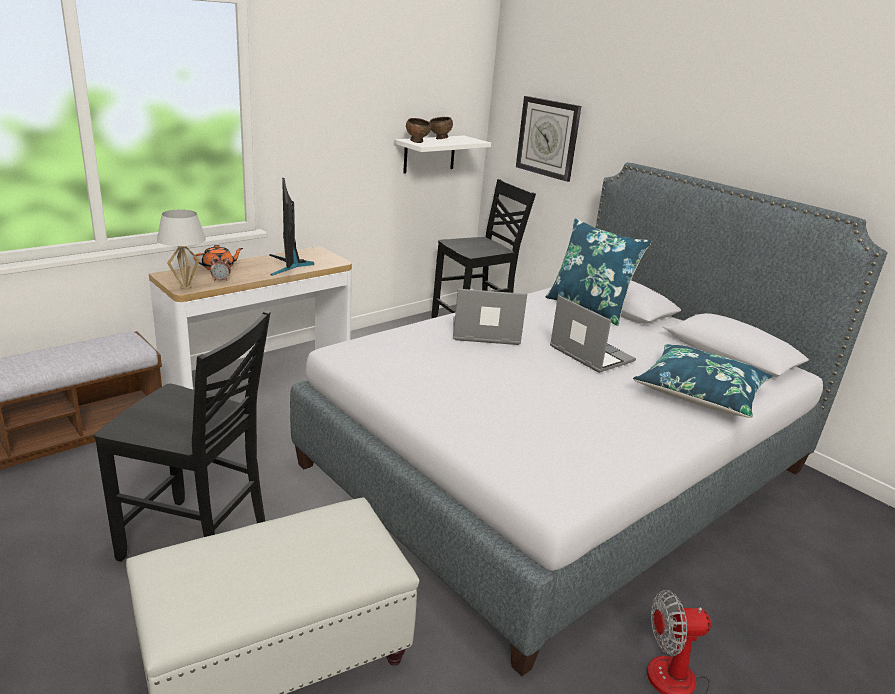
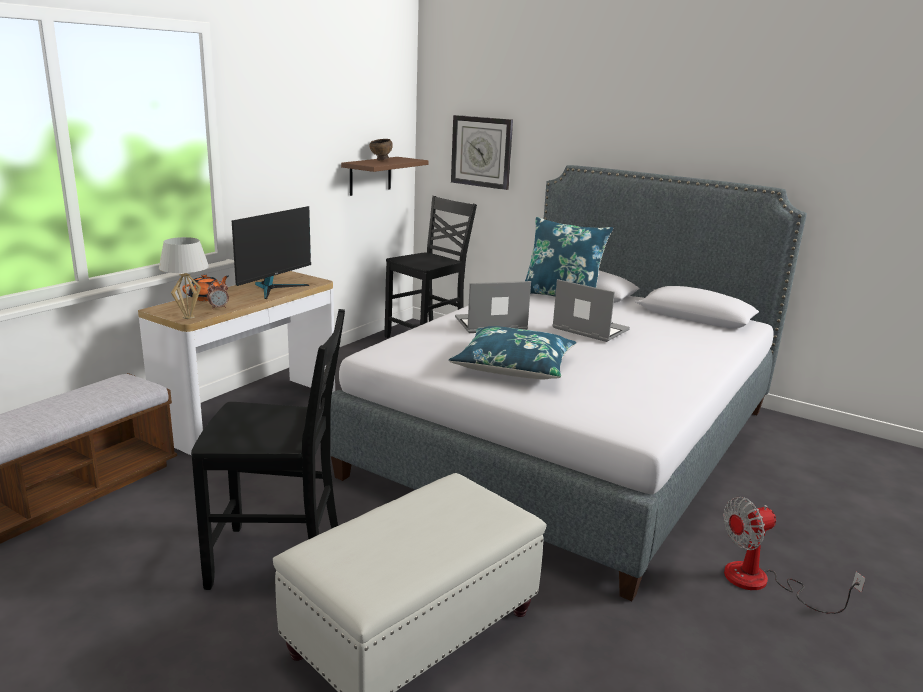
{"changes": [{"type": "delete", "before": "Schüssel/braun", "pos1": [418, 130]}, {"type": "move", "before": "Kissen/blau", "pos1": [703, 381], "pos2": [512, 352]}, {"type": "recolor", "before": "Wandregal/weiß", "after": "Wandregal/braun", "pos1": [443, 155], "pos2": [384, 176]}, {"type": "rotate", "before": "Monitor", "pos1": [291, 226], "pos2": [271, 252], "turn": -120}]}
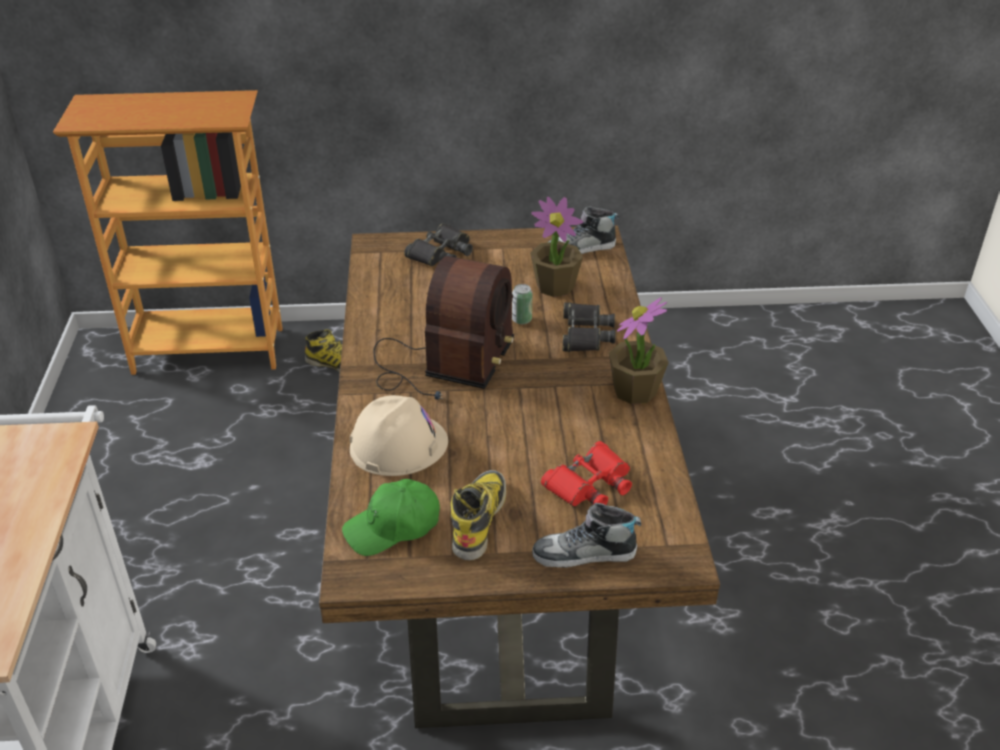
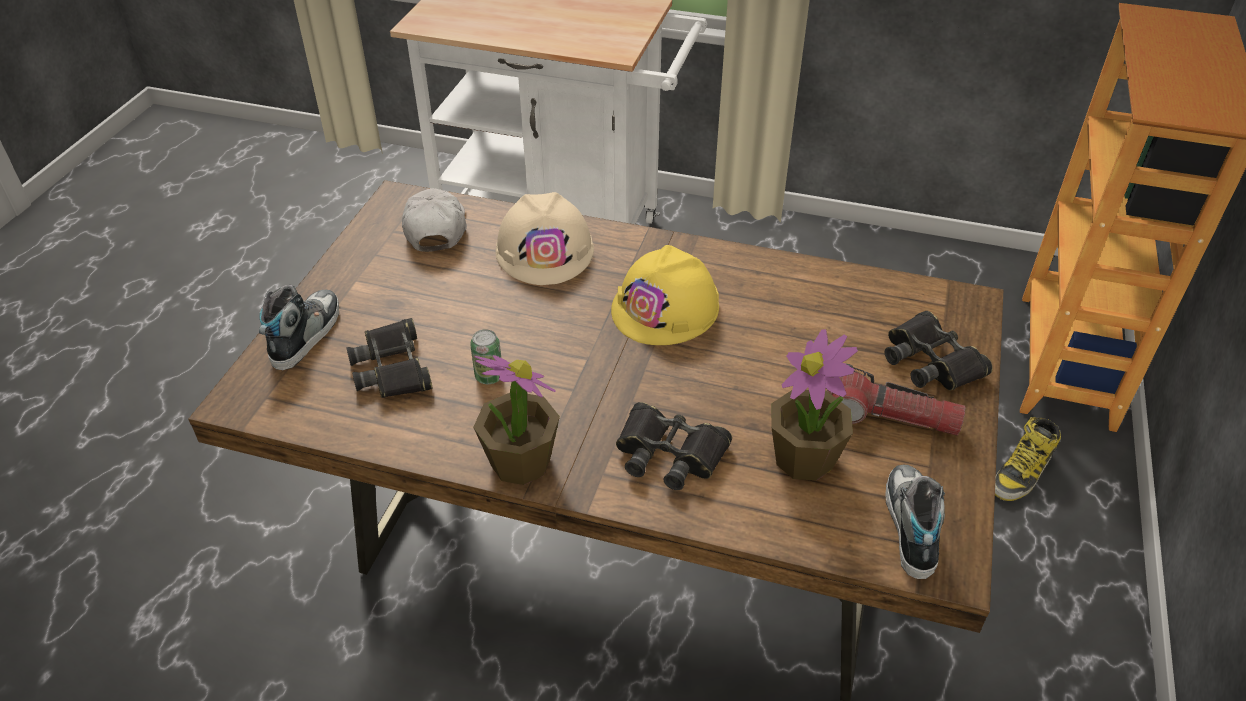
{"changes": [{"type": "delete", "before": "Stiefel", "pos1": [478, 515]}, {"type": "insert", "after": "Taschenlampe", "pos2": [896, 400]}, {"type": "move", "before": "Dose", "pos1": [522, 304], "pos2": [485, 356]}, {"type": "replace", "before": "Radio", "after": "Schutzhelm/gelb", "pos1": [443, 328], "pos2": [665, 295]}, {"type": "recolor", "before": "Kappe/grün", "after": "Kappe/weiß", "pos1": [391, 517], "pos2": [434, 220]}, {"type": "recolor", "before": "Fernglas/rot", "after": "Fernglas/schwarz", "pos1": [586, 474], "pos2": [389, 358]}]}
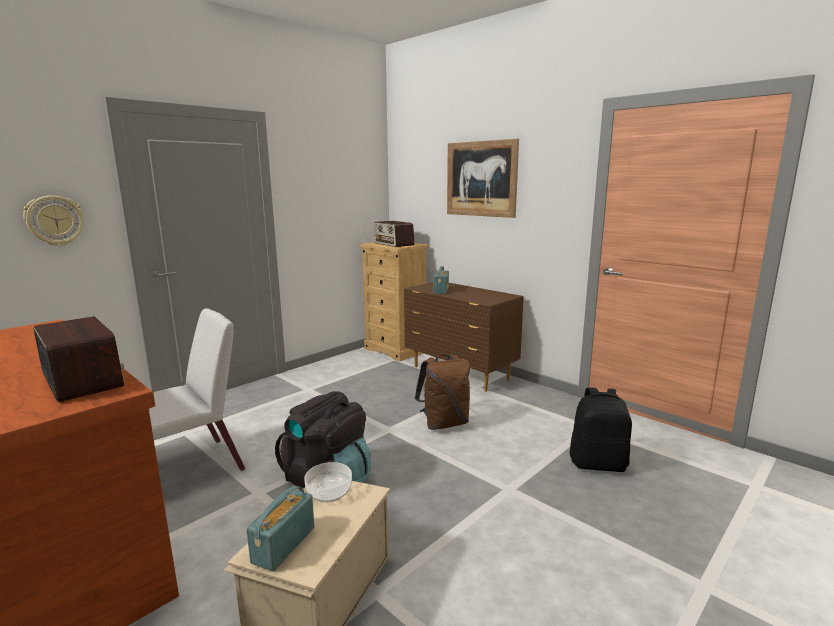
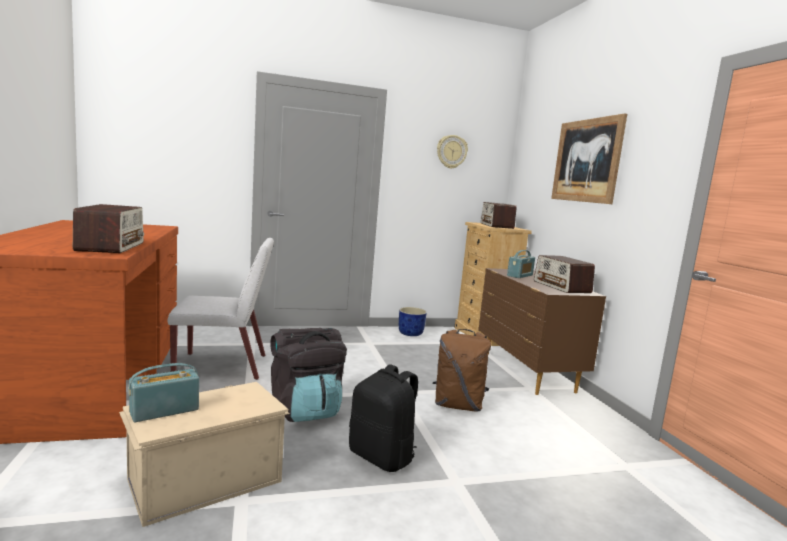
{"changes": [{"type": "delete", "before": "Schüssel", "pos1": [328, 482]}, {"type": "insert", "after": "Pflanzkübel/blau", "pos2": [413, 321]}, {"type": "insert", "after": "Radio", "pos2": [564, 274]}, {"type": "move", "before": "Wanduhr", "pos1": [53, 220], "pos2": [452, 152]}, {"type": "move", "before": "Rucksack/schwarz", "pos1": [601, 429], "pos2": [383, 418]}]}
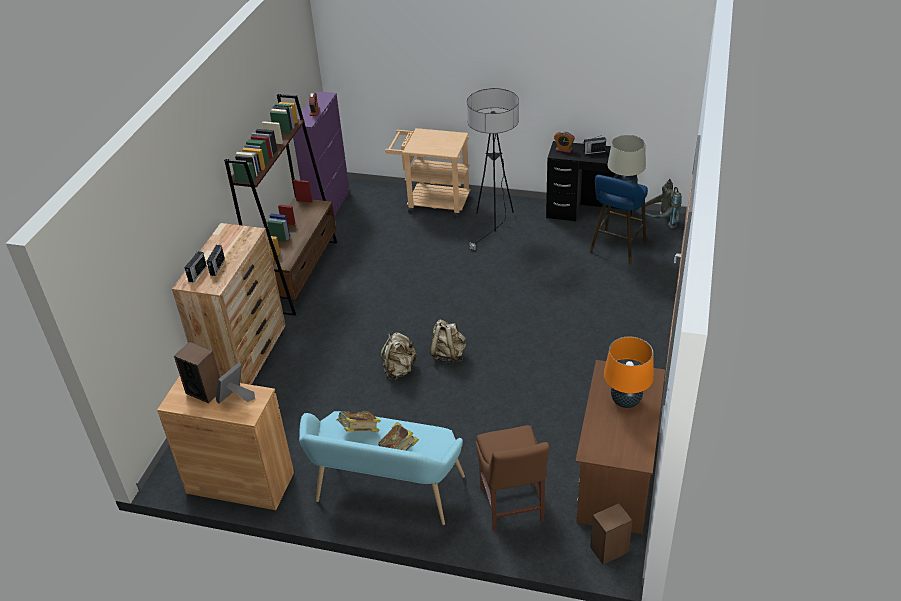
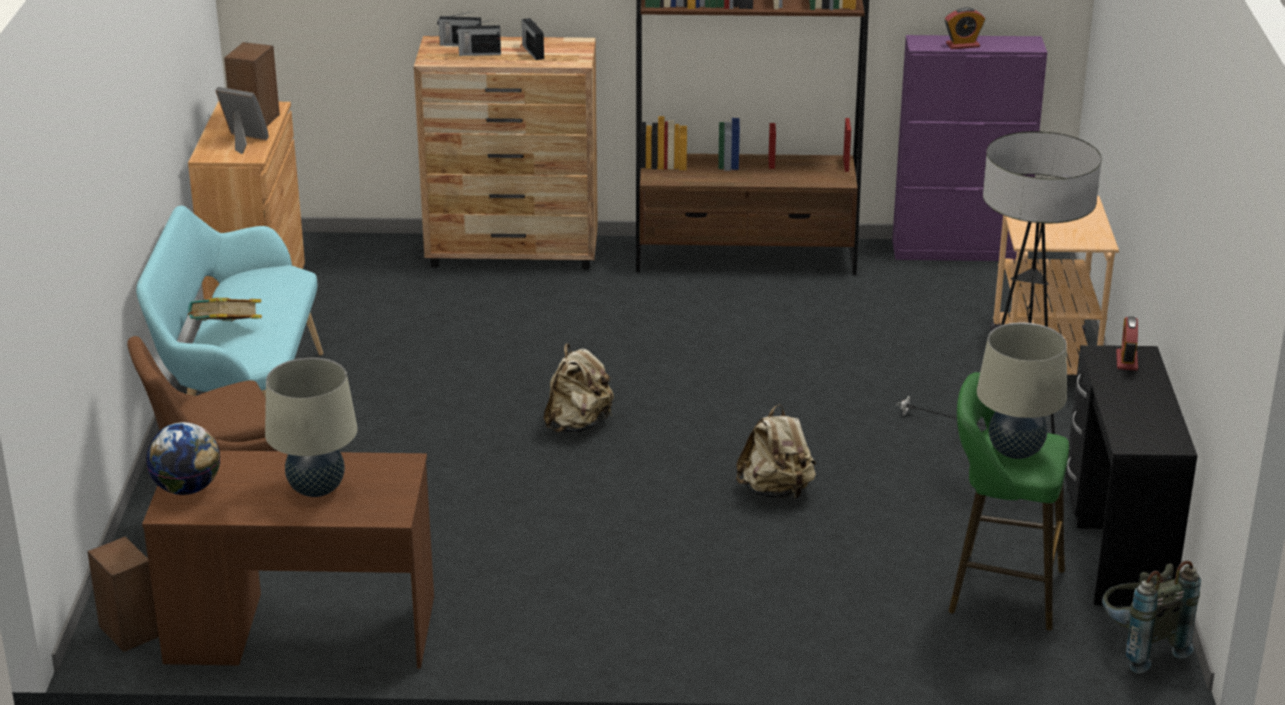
{"changes": [{"type": "delete", "before": "Buch", "pos1": [359, 421]}, {"type": "insert", "after": "Globus", "pos2": [183, 458]}, {"type": "move", "before": "Rucksack/beige", "pos1": [399, 356], "pos2": [776, 451]}, {"type": "move", "before": "Radio", "pos1": [594, 145], "pos2": [533, 39]}, {"type": "recolor", "before": "Hocker/blau", "after": "Hocker/grün", "pos1": [618, 219], "pos2": [1008, 501]}, {"type": "recolor", "before": "Tischlampe/orange", "after": "Tischlampe/beige", "pos1": [629, 372], "pos2": [311, 427]}]}
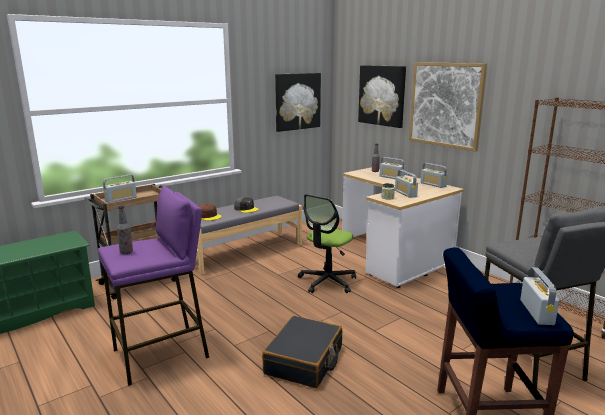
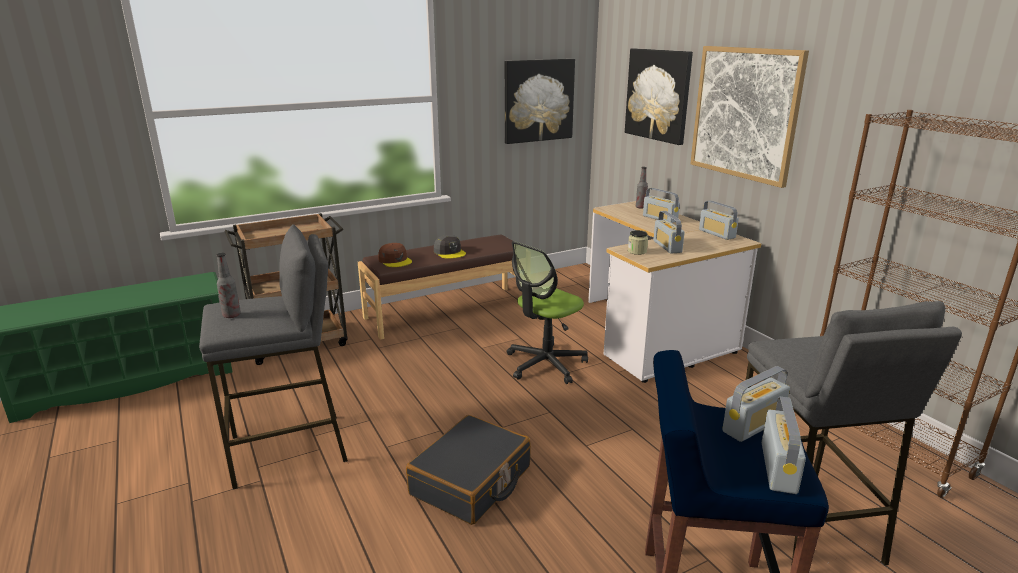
{"changes": [{"type": "move", "before": "Radio", "pos1": [120, 189], "pos2": [756, 404]}, {"type": "recolor", "before": "Hocker/lila", "after": "Hocker/grau", "pos1": [154, 285], "pos2": [273, 356]}, {"type": "recolor", "before": "Bank/grau", "after": "Bank/braun", "pos1": [249, 235], "pos2": [437, 287]}]}
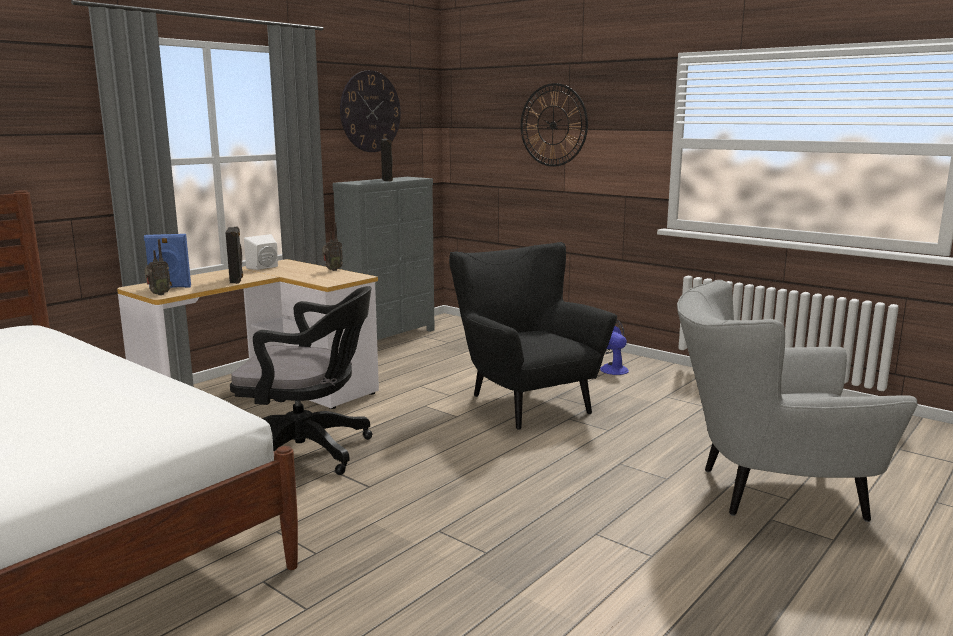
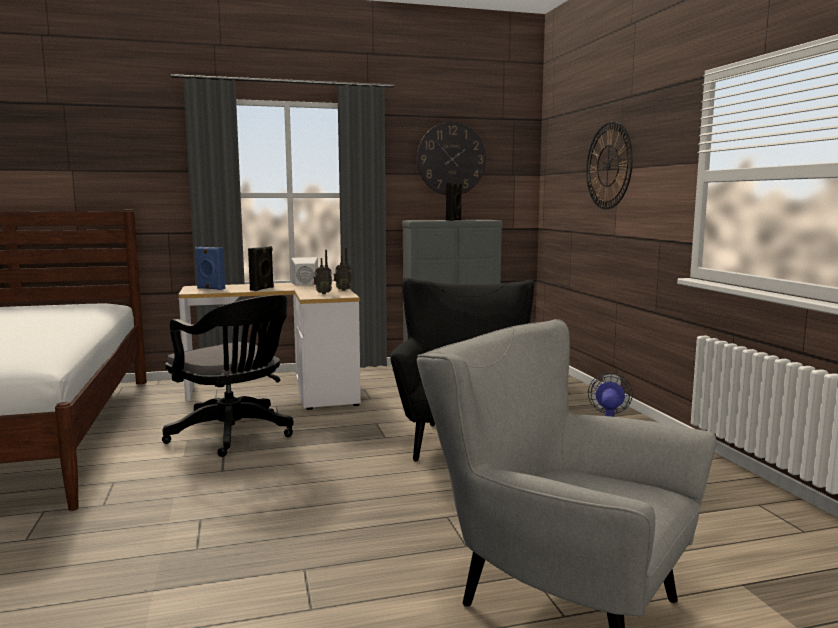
{"changes": [{"type": "move", "before": "Radio", "pos1": [157, 267], "pos2": [322, 272]}]}
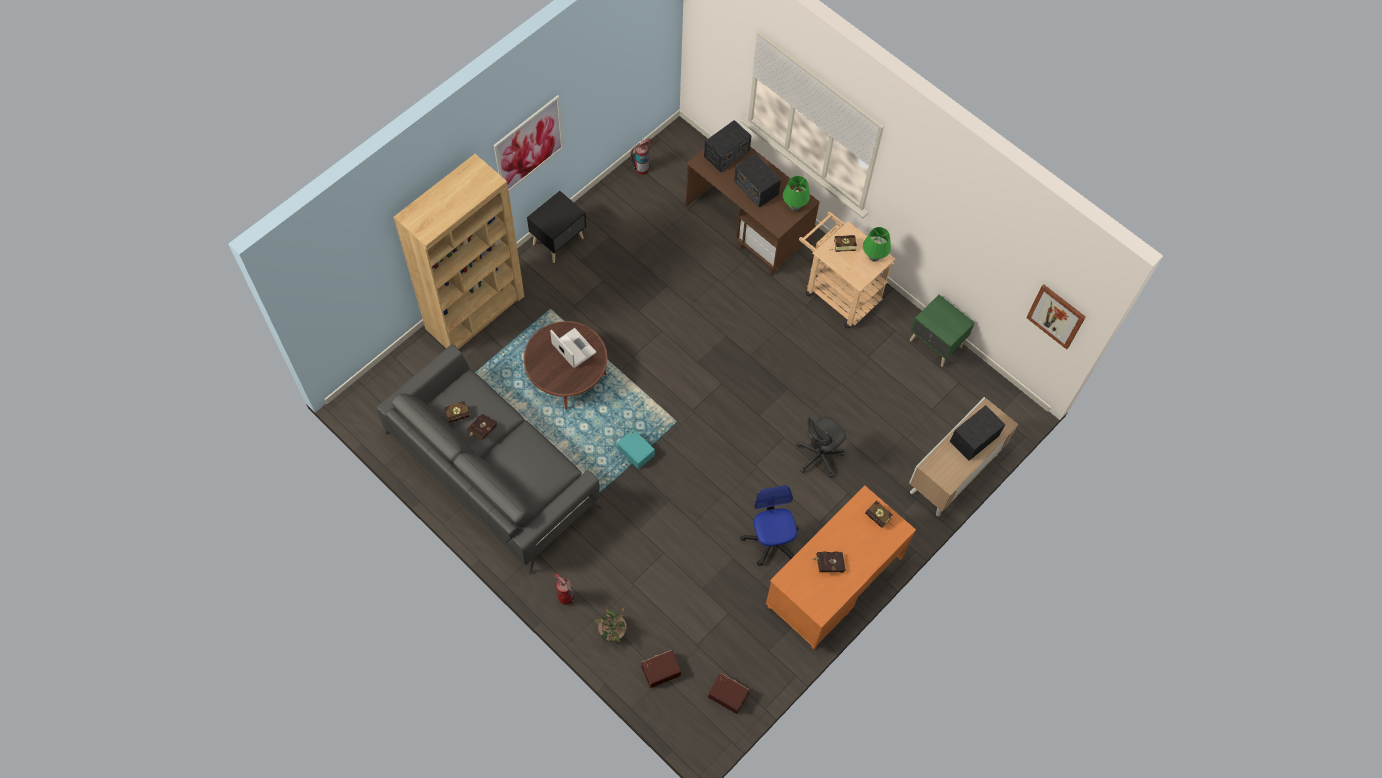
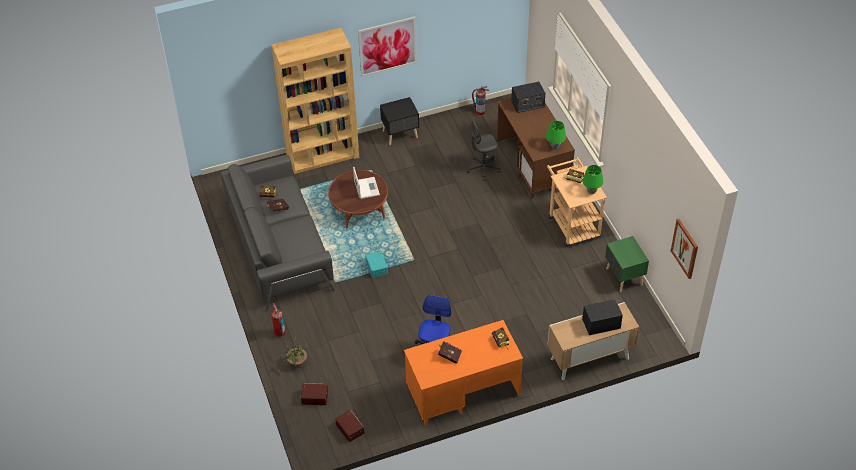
{"changes": [{"type": "delete", "before": "Radio", "pos1": [757, 180]}, {"type": "move", "before": "Bürostuhl/grau", "pos1": [821, 447], "pos2": [483, 148]}]}
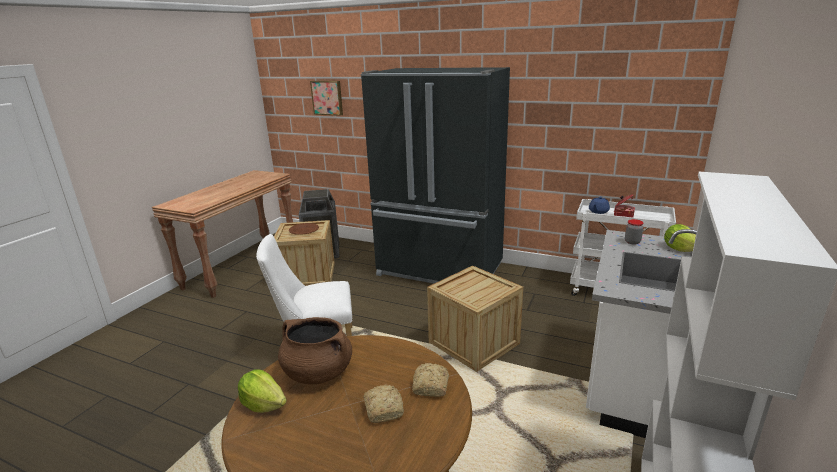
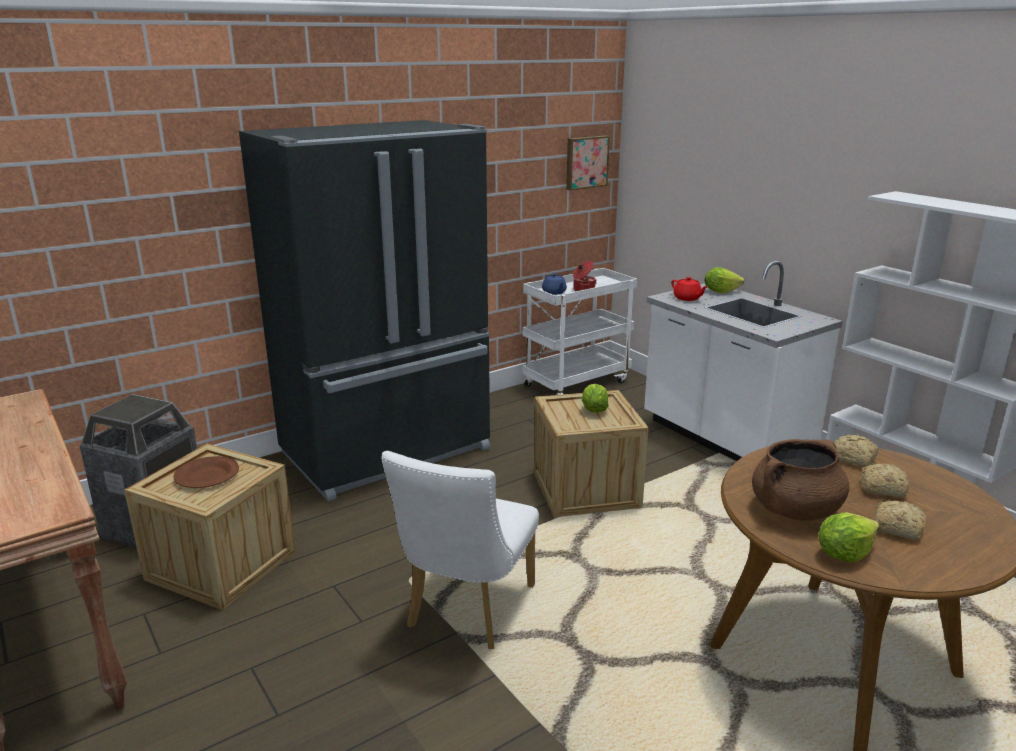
{"changes": [{"type": "insert", "after": "Salatkopf", "pos2": [595, 398]}, {"type": "insert", "after": "Brot", "pos2": [900, 520]}, {"type": "move", "before": "Bild", "pos1": [326, 98], "pos2": [588, 163]}, {"type": "replace", "before": "Vorratsglas", "after": "Teekanne/rot", "pos1": [634, 232], "pos2": [689, 289]}]}
